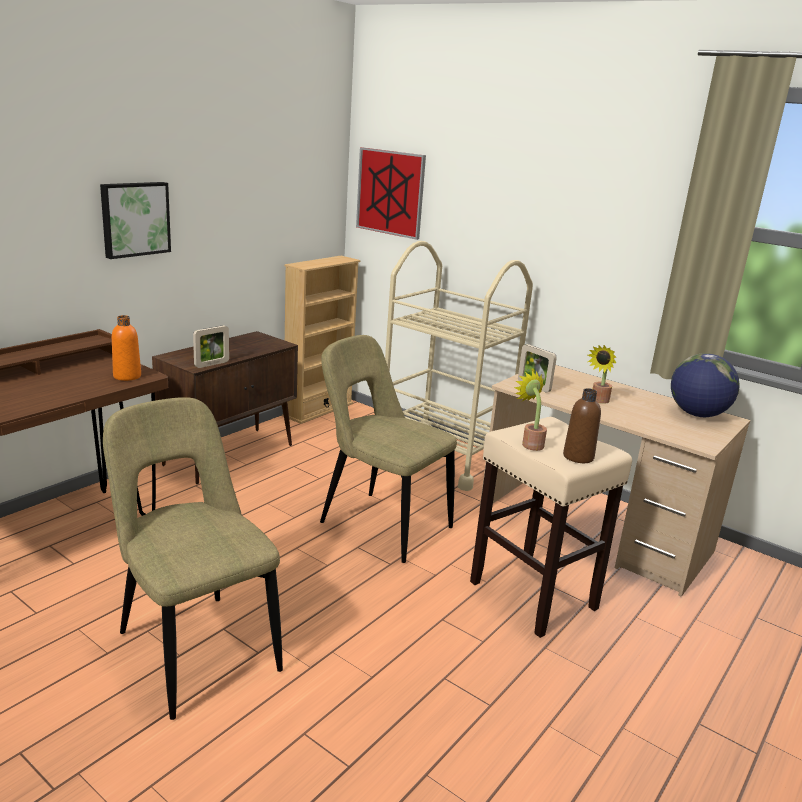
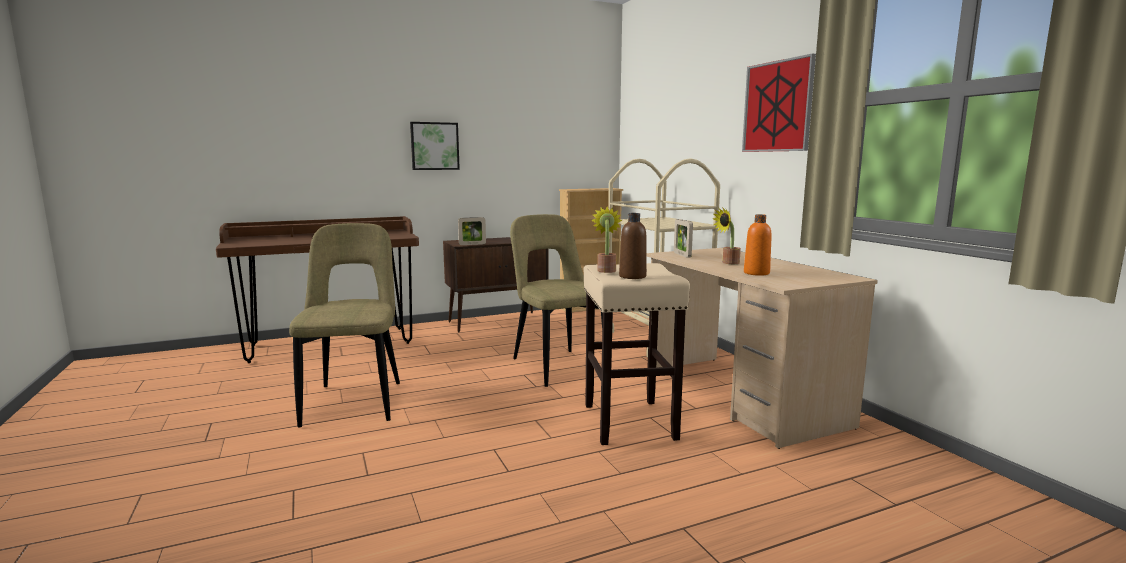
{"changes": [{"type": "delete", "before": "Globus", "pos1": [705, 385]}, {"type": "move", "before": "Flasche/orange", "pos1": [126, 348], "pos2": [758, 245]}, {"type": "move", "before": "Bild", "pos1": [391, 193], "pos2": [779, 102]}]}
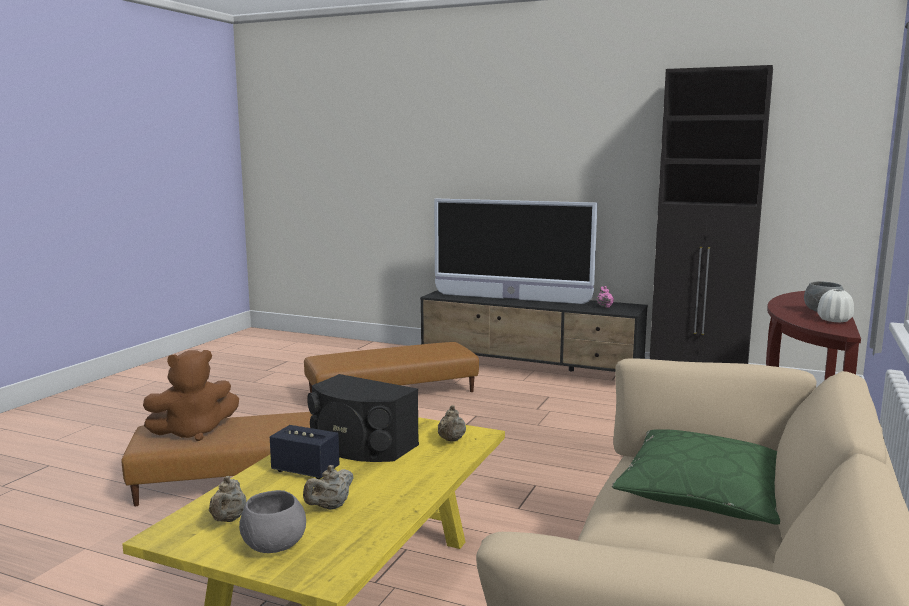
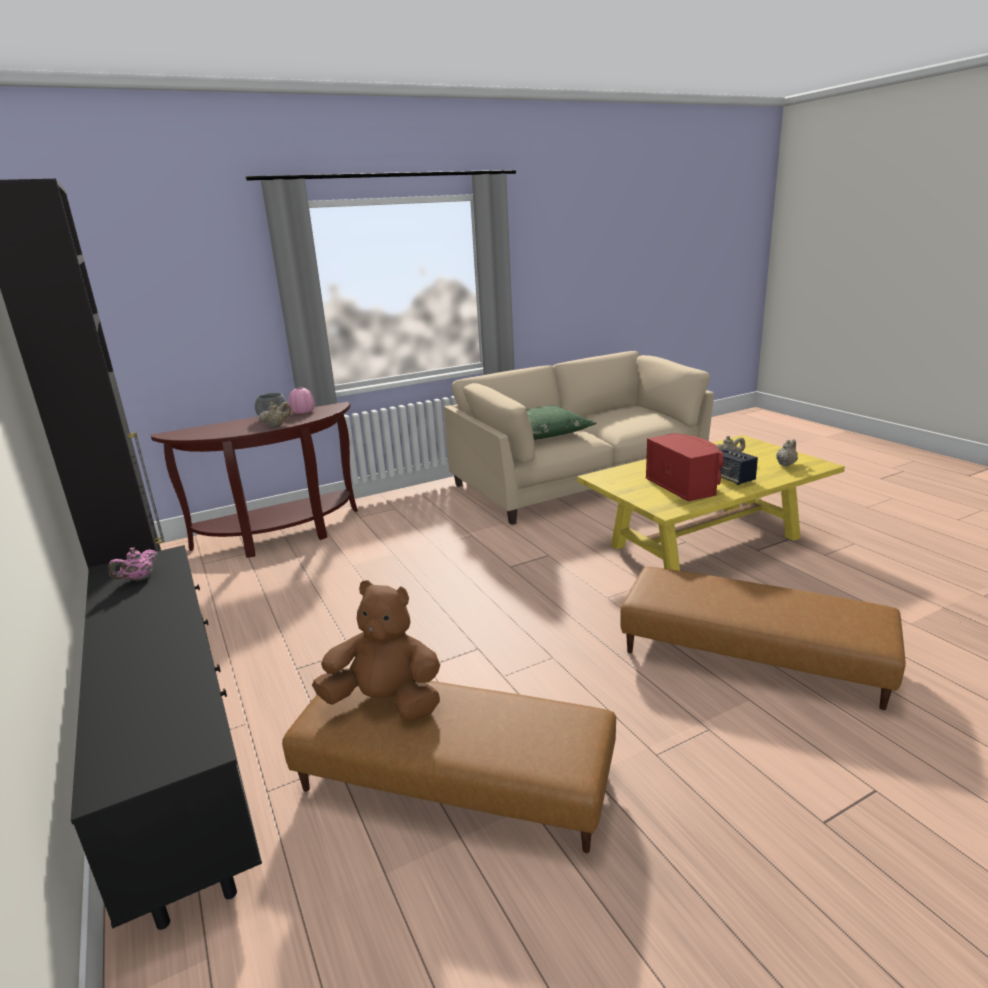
{"changes": [{"type": "delete", "before": "Schüssel/grau", "pos1": [272, 521]}, {"type": "delete", "before": "Fernseher", "pos1": [515, 251]}, {"type": "move", "before": "Plüschtier/braun", "pos1": [191, 395], "pos2": [376, 650]}, {"type": "move", "before": "Teekanne/beige", "pos1": [452, 423], "pos2": [275, 414]}, {"type": "recolor", "before": "Lautsprecher/schwarz", "after": "Lautsprecher/rot", "pos1": [363, 418], "pos2": [684, 467]}, {"type": "recolor", "before": "Vase/weiß", "after": "Vase/rosa", "pos1": [835, 305], "pos2": [302, 401]}]}
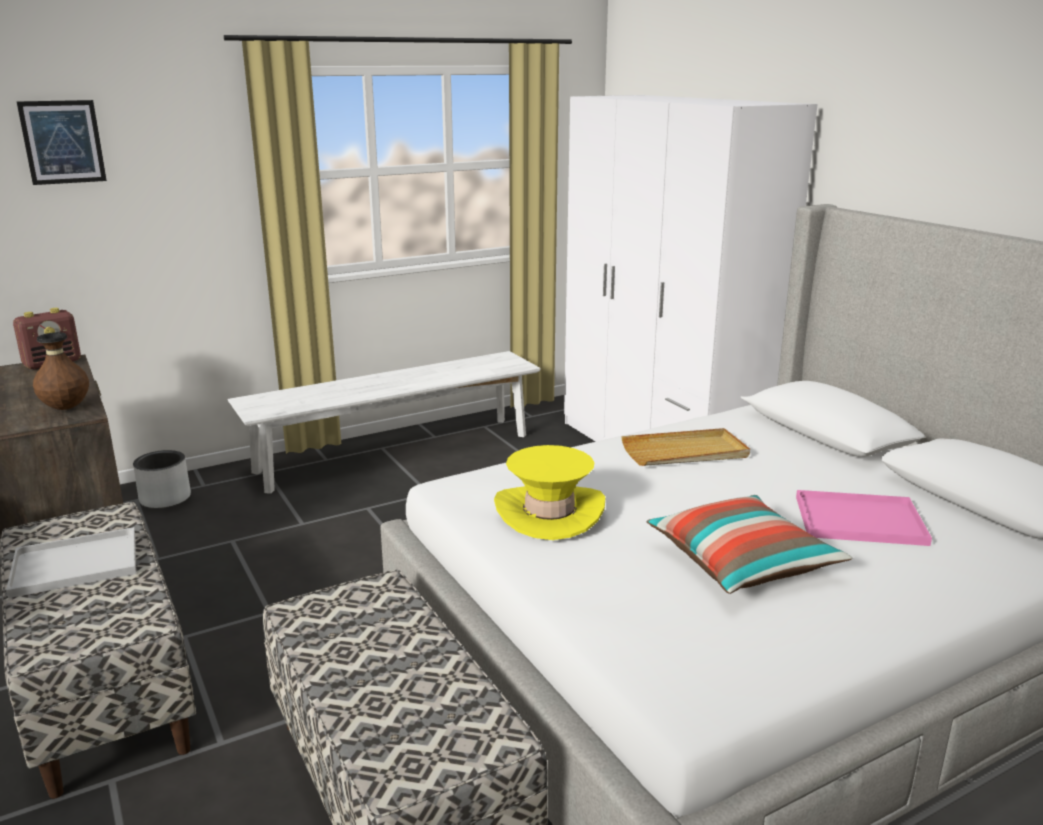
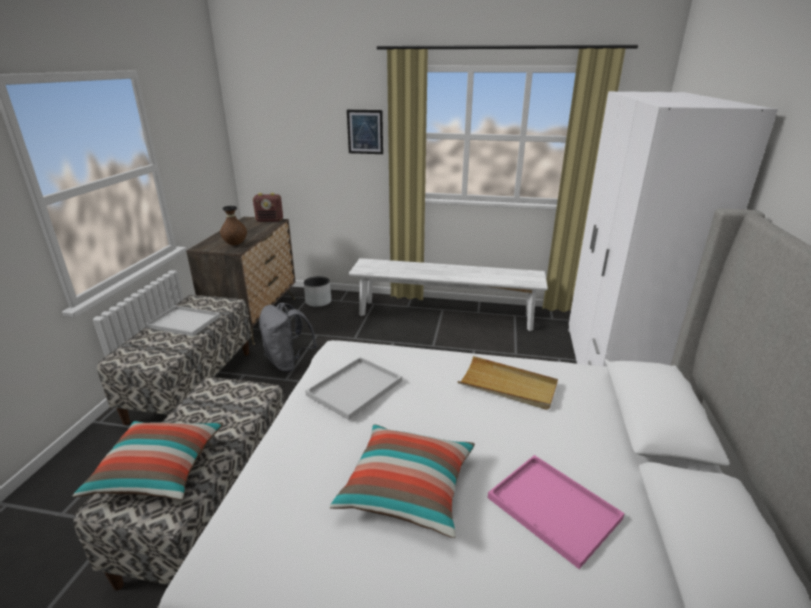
{"changes": [{"type": "insert", "after": "Kissen", "pos2": [148, 460]}, {"type": "insert", "after": "Rucksack/grau", "pos2": [288, 337]}, {"type": "move", "before": "Bild", "pos1": [62, 142], "pos2": [365, 132]}, {"type": "replace", "before": "Hut/gelb", "after": "Tablett/weiß", "pos1": [549, 492], "pos2": [353, 388]}]}
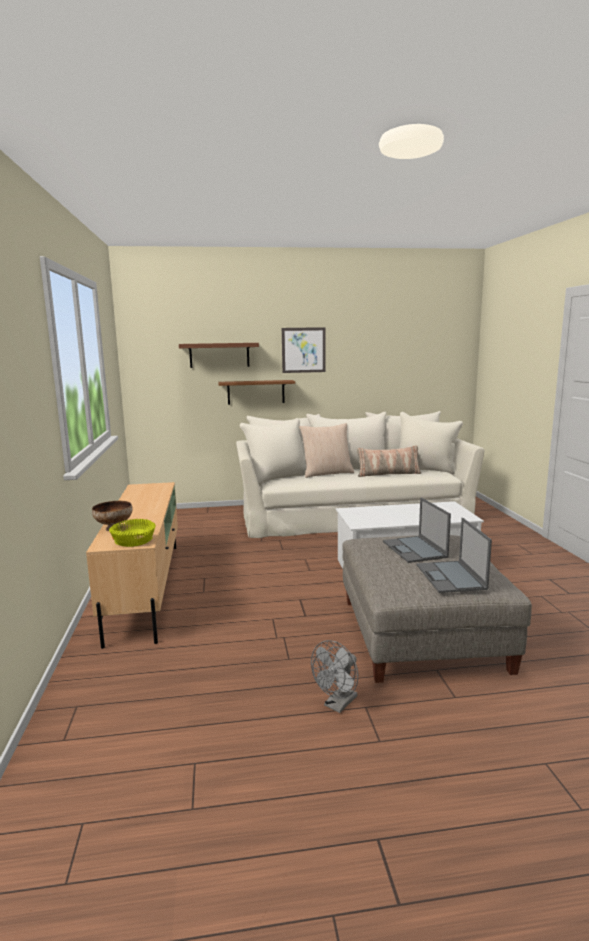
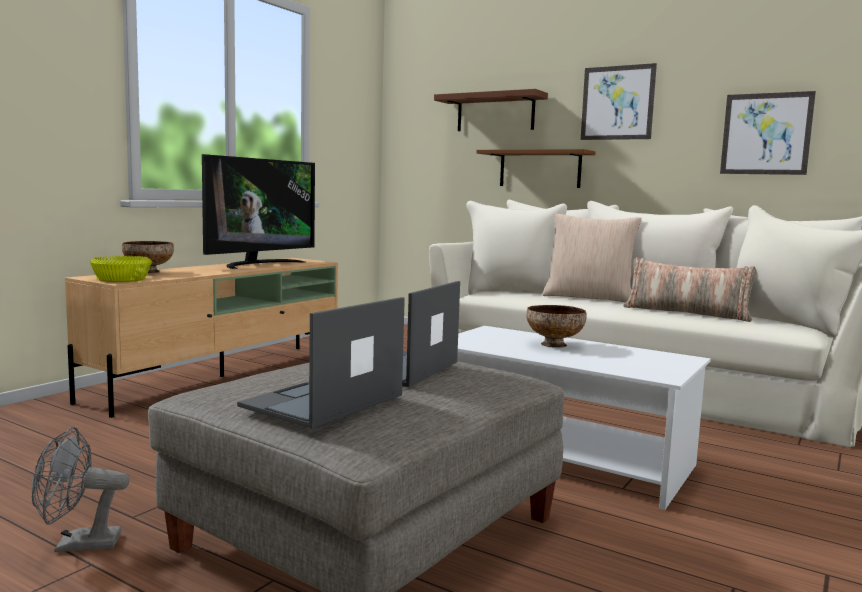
{"changes": [{"type": "insert", "after": "Fernseher", "pos2": [258, 211]}, {"type": "insert", "after": "Schüssel", "pos2": [556, 326]}, {"type": "insert", "after": "Bild", "pos2": [768, 133]}]}
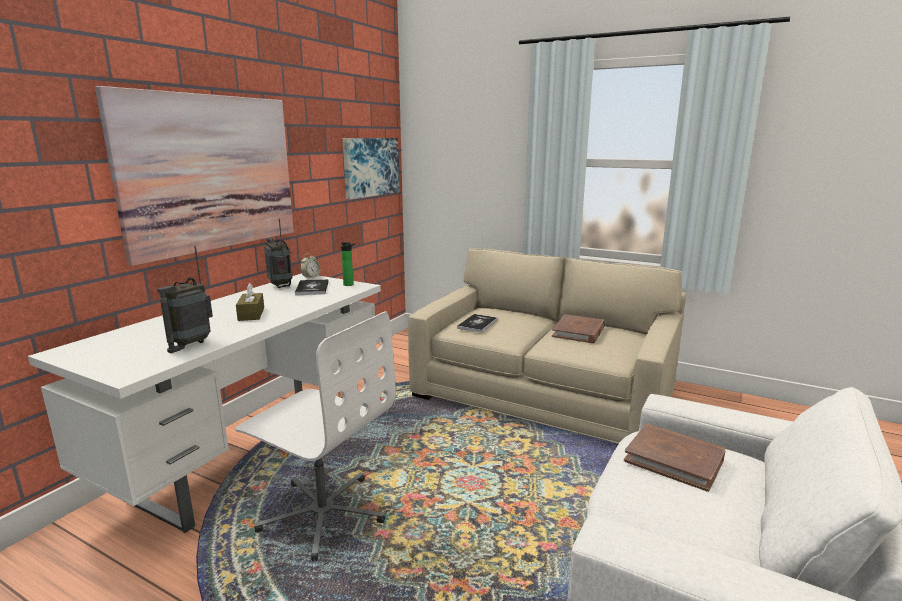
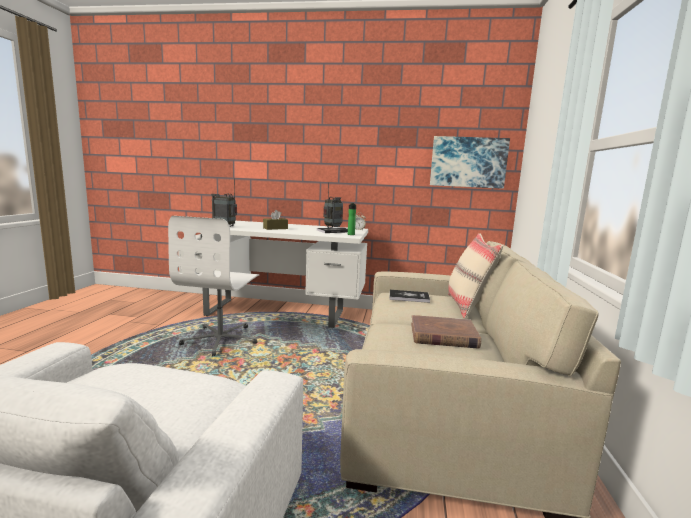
{"changes": [{"type": "delete", "before": "Bild", "pos1": [194, 176]}, {"type": "delete", "before": "Buch/braun", "pos1": [674, 458]}, {"type": "insert", "after": "Kissen/beige", "pos2": [475, 276]}]}
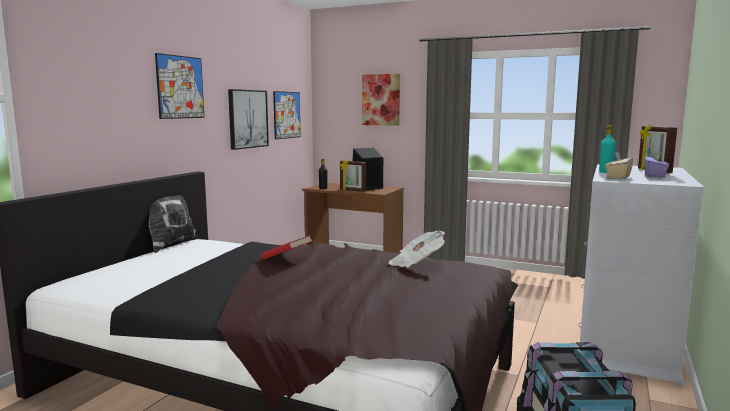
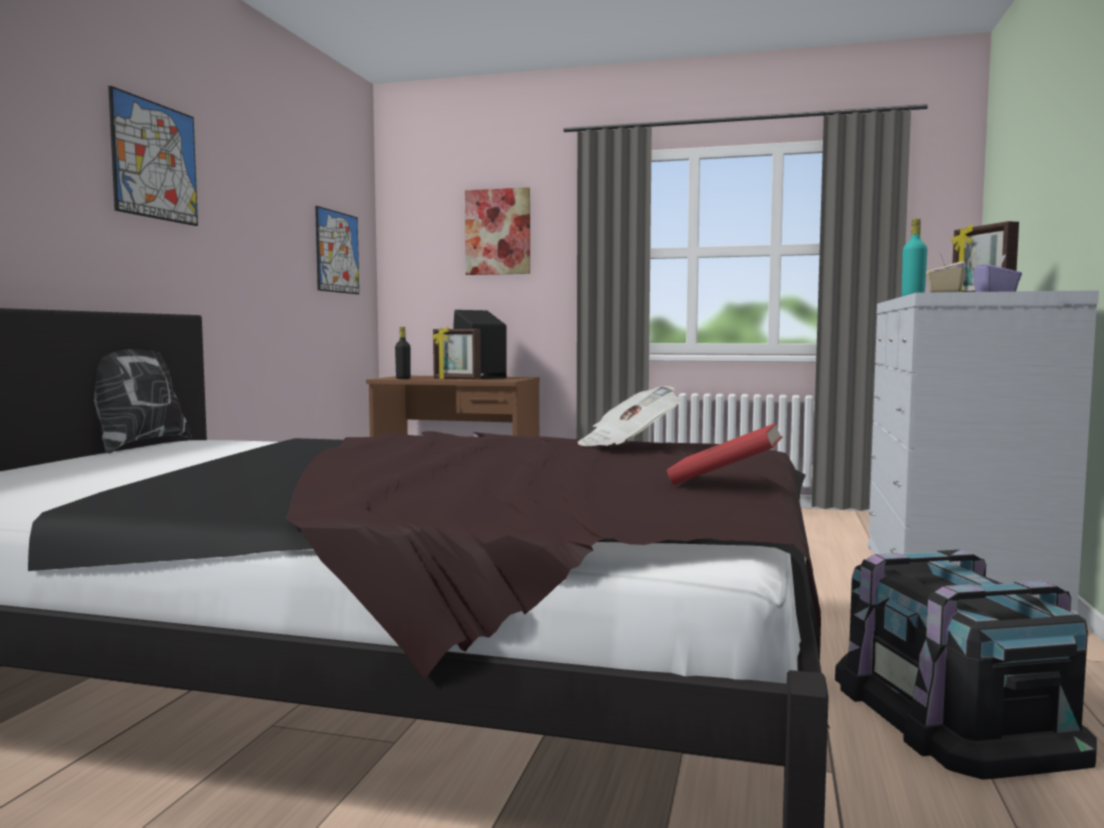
{"changes": [{"type": "delete", "before": "Bild", "pos1": [248, 119]}, {"type": "move", "before": "Buch/rot", "pos1": [286, 247], "pos2": [725, 454]}]}
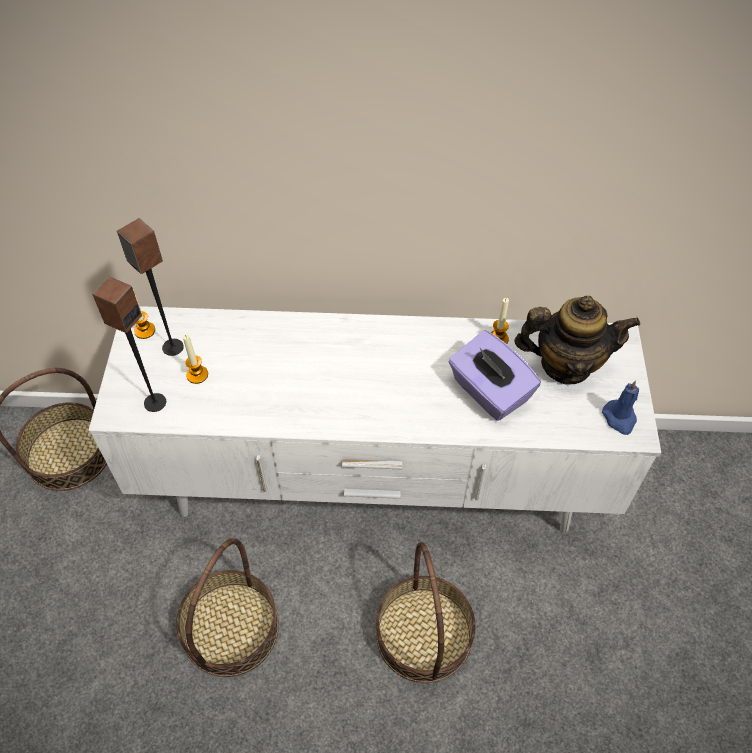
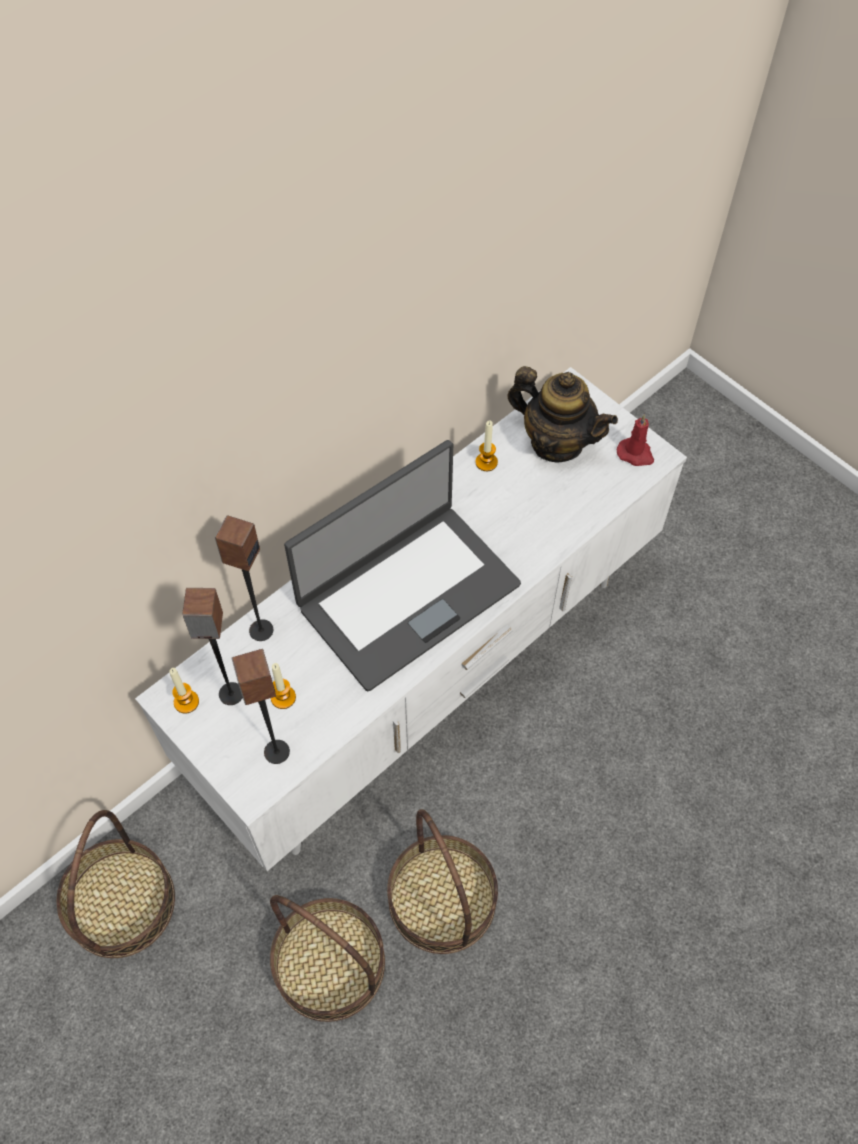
{"changes": [{"type": "delete", "before": "Taschentuchbox/lila", "pos1": [495, 375]}, {"type": "insert", "after": "Lautsprecher", "pos2": [244, 578]}, {"type": "insert", "after": "Laptop", "pos2": [402, 565]}, {"type": "move", "before": "Korb", "pos1": [425, 612], "pos2": [327, 958]}, {"type": "recolor", "before": "Kerze/blau", "after": "Kerze/rot", "pos1": [620, 407], "pos2": [635, 440]}, {"type": "rotate", "before": "Teekanne", "pos1": [577, 340], "pos2": [562, 414], "turn": 75}]}
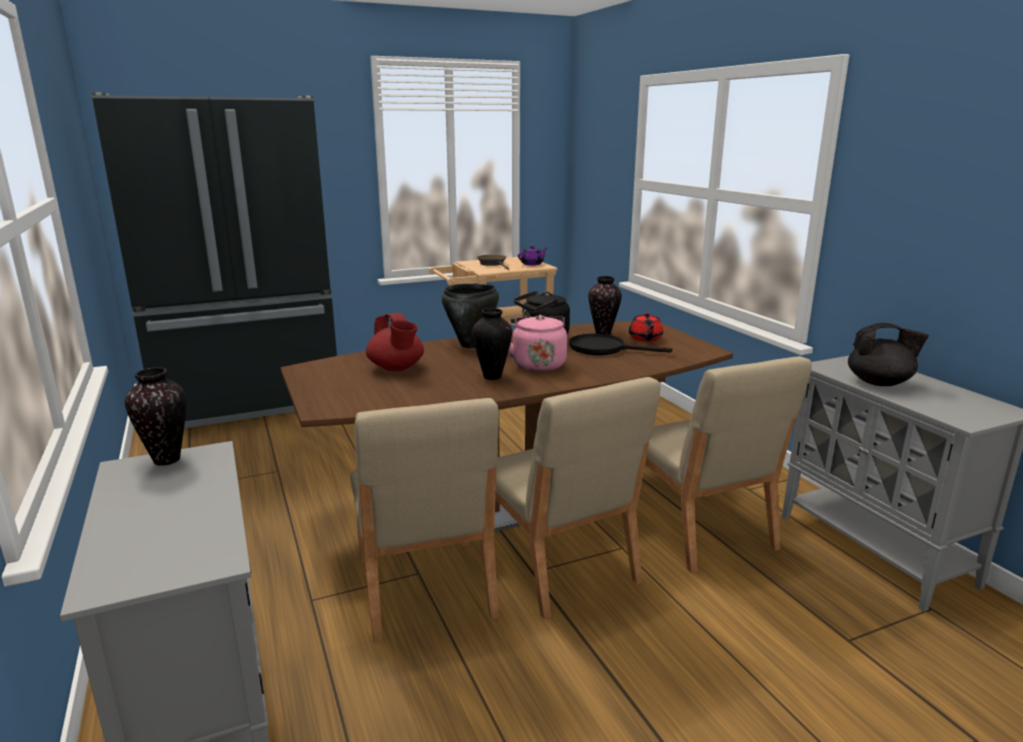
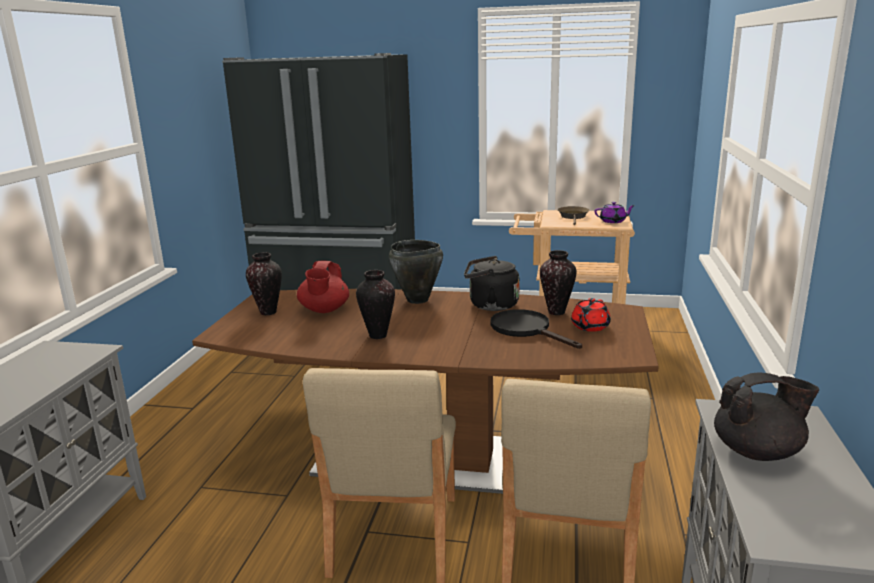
{"changes": [{"type": "delete", "before": "Stuhl/beige", "pos1": [424, 520]}, {"type": "delete", "before": "Wasserkessel/rosa", "pos1": [537, 343]}, {"type": "move", "before": "Vase", "pos1": [156, 417], "pos2": [264, 283]}, {"type": "rotate", "before": "Teekanne/schwarz", "pos1": [888, 354], "pos2": [766, 416], "turn": -45}]}
